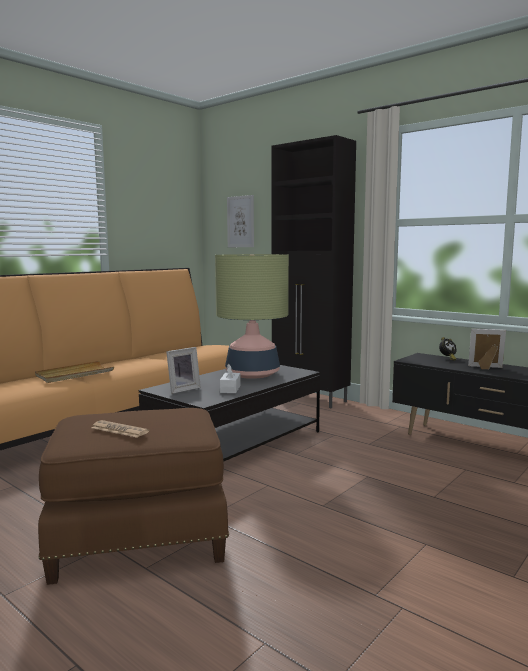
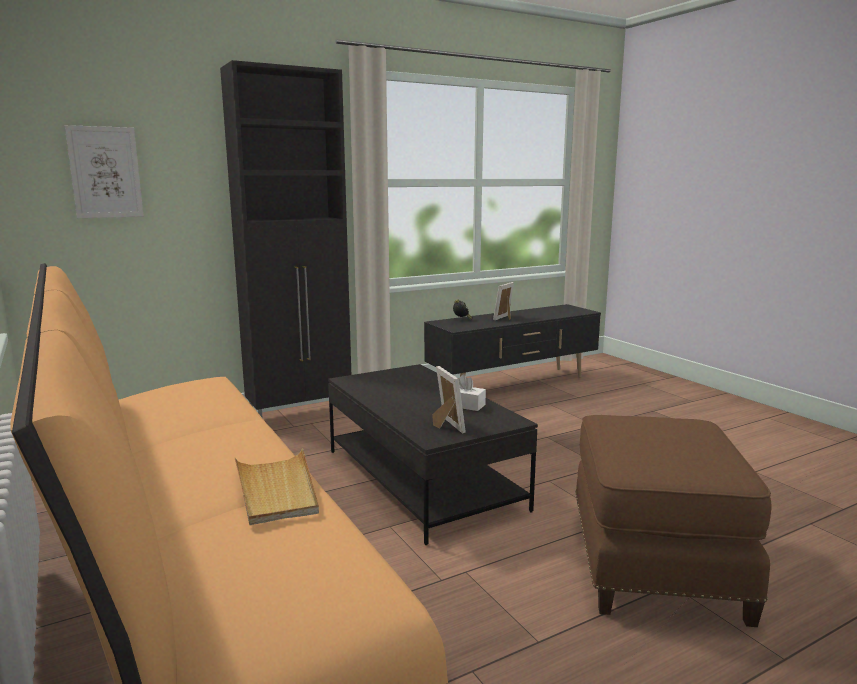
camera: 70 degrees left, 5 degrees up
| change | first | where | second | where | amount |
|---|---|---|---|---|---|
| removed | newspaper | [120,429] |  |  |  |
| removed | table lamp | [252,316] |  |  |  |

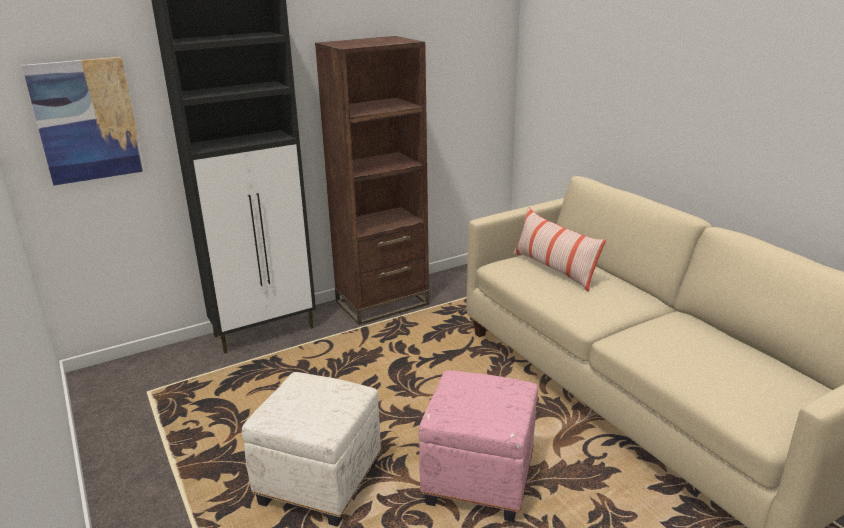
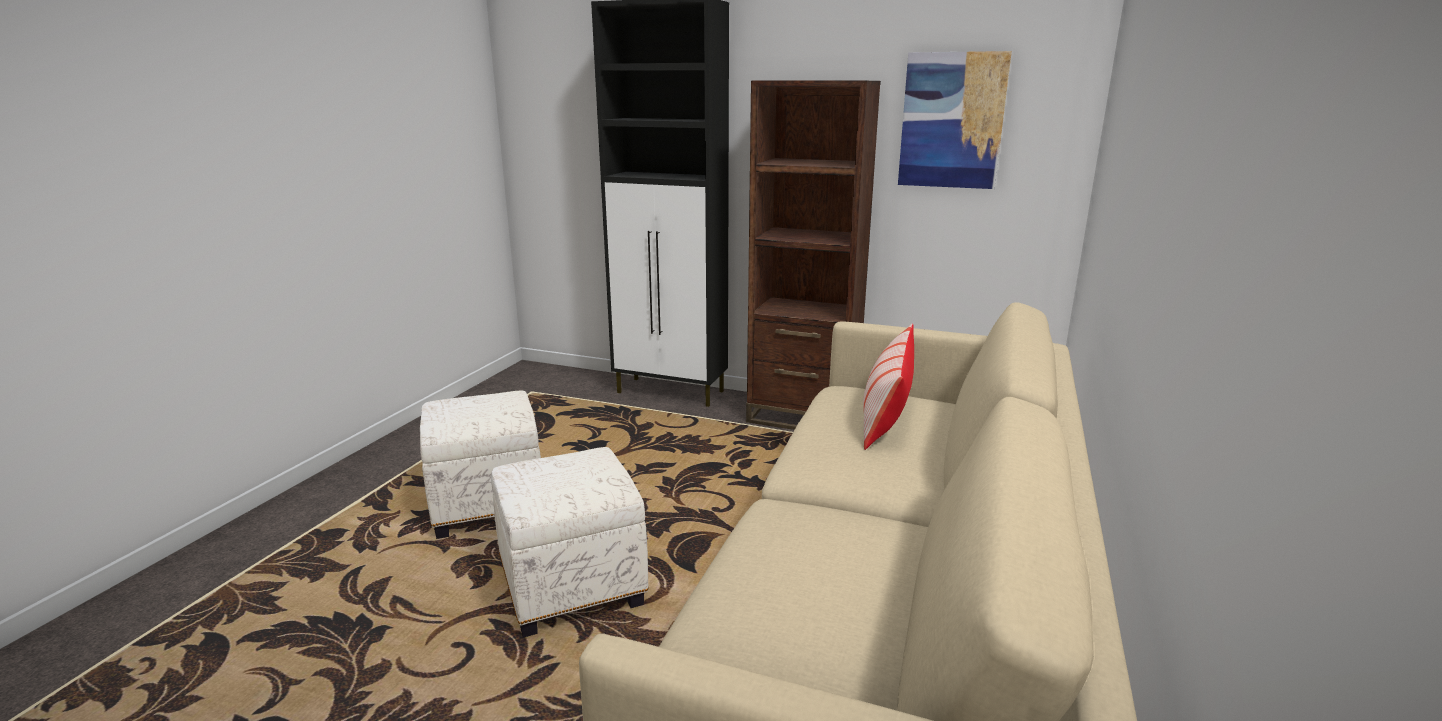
camera: 50 degrees right, 5 degrees down
| change | first | where | second | where | amount |
|---|---|---|---|---|---|
| moved | picture | [83,121] |  | [955,120] |  |
| recoloured | ottoman (pink) | [478,446] | ottoman (white) | [570,542] |  |

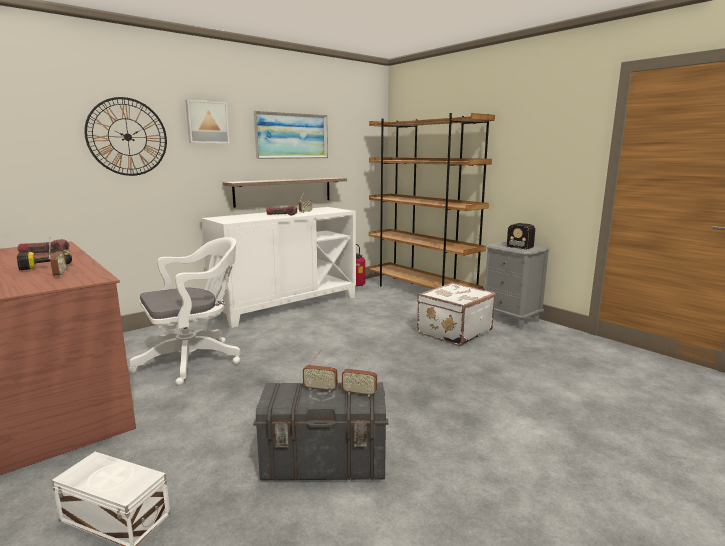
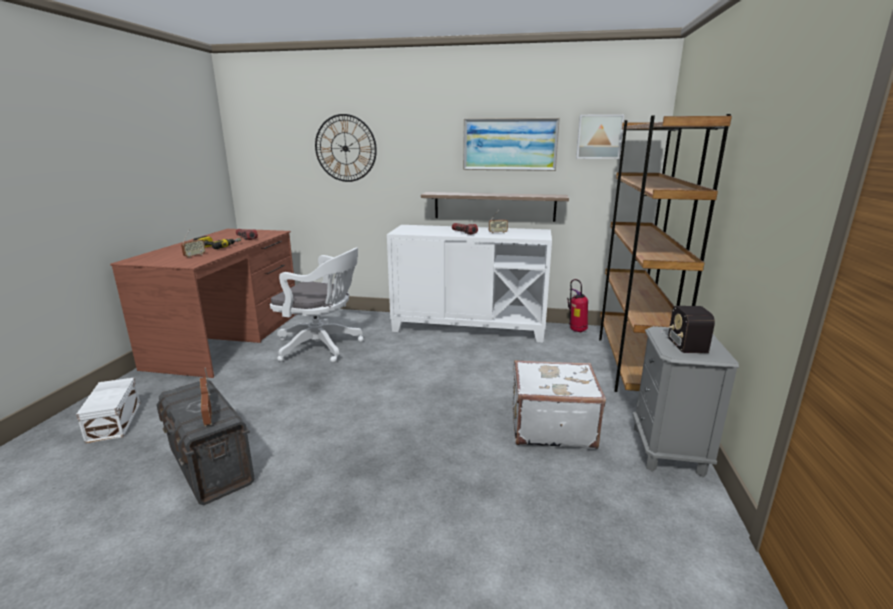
camera: 50 degrees right, 5 degrees up
| change | first | where | second | where | amount |
|---|---|---|---|---|---|
| moved | picture | [207,121] |  | [600,136] |  |

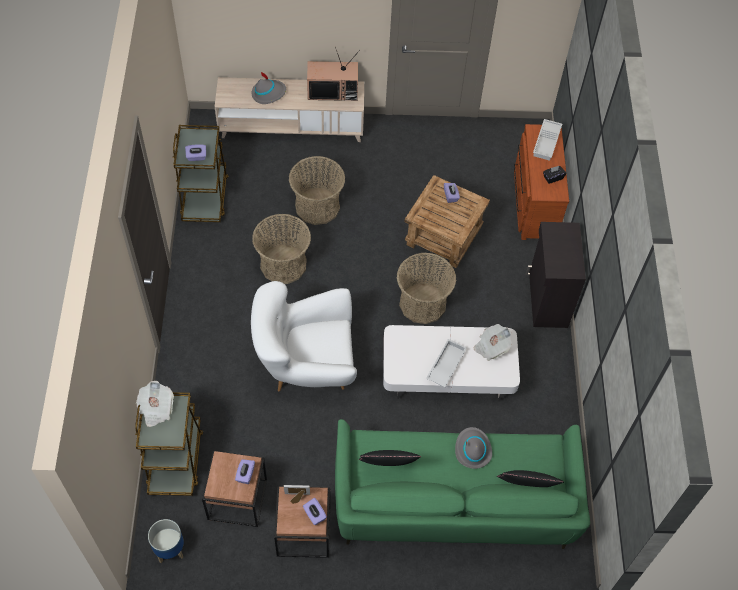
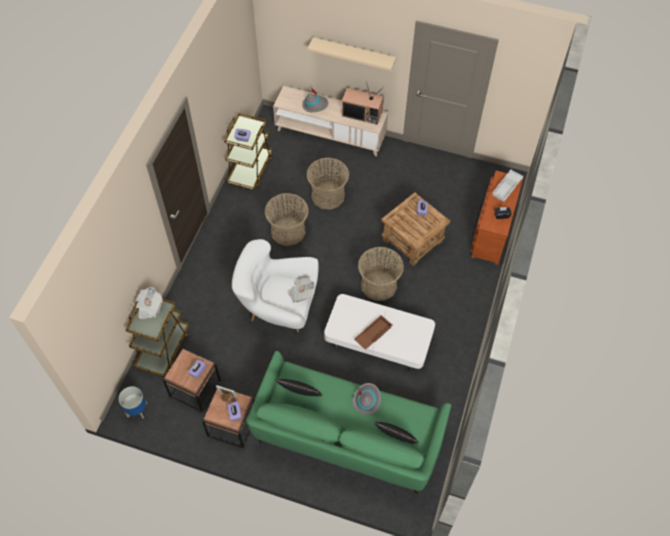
camera: 20 degrees right, 0 degrees up
| change | first | where | second | where | amount |
|---|---|---|---|---|---|
| recoloured | tray (white) | [446,363] | tray (brown) | [373,332] |  |
| moved | newspaper | [493,342] |  | [301,290] |  |
| removed | cabinet (black) | [556,275] |  |  |  |
| added |  |  | shelf (beige) | [351,54] |  |

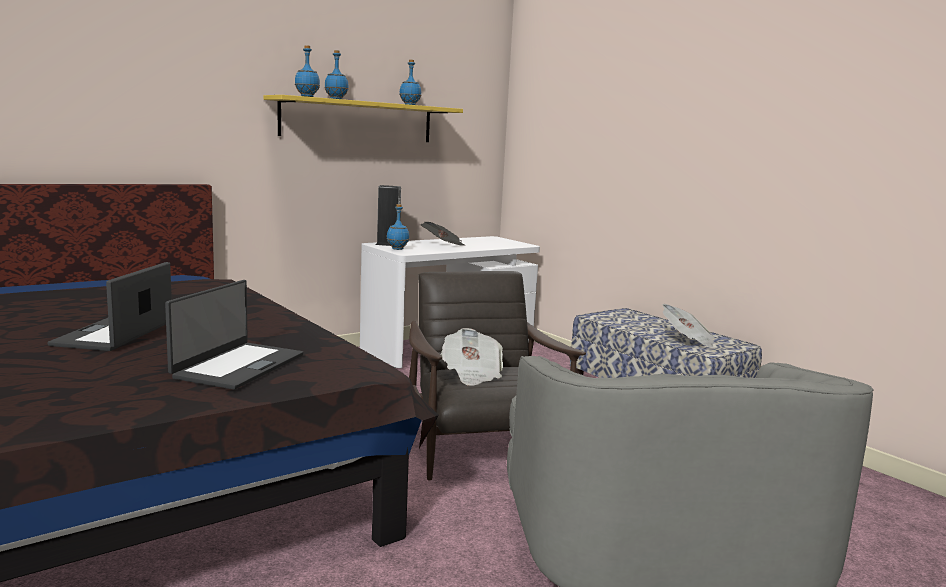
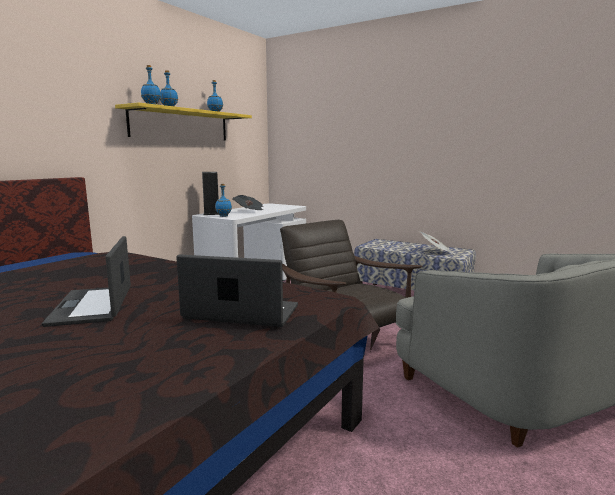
camera: 20 degrees left, 0 degrees up
| change | first | where | second | where | amount |
|---|---|---|---|---|---|
| turned | laptop | [234,335] |  | [237,290] | 75 degrees counterclockwise |
| removed | newspaper | [471,357] |  |  |  |

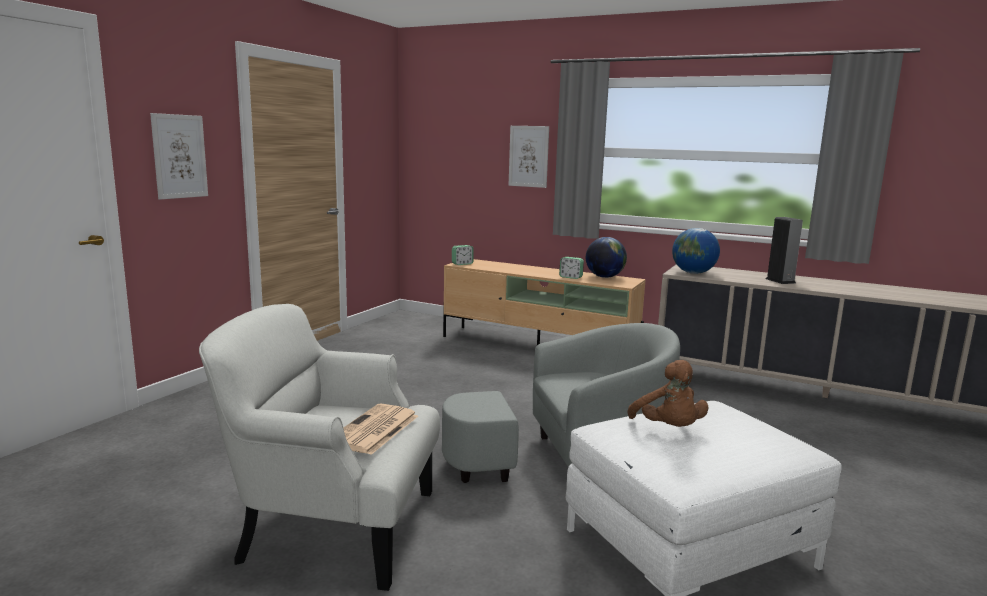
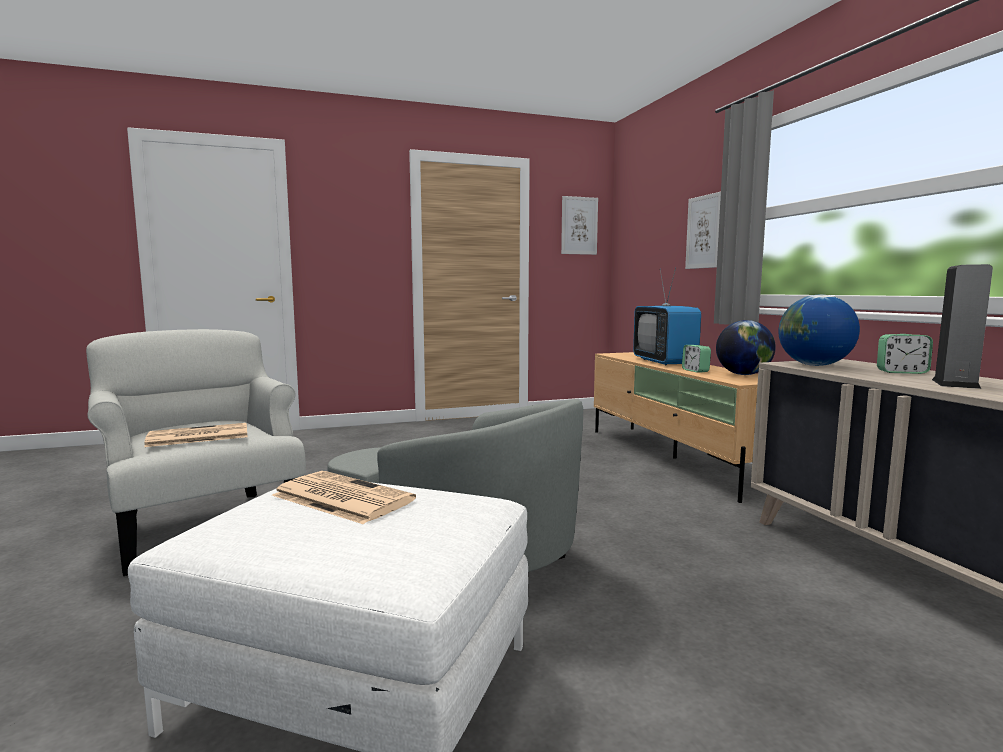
camera: 45 degrees right, 5 degrees down
| change | first | where | second | where | amount |
|---|---|---|---|---|---|
| moved | picture | [179,156] |  | [579,225] |  |
| moved | alarm clock | [463,255] |  | [905,354] |  |
| replaced | plush toy (brown) | [668,393] | newspaper | [344,497] |  |
| added |  |  | television | [667,316] |  |

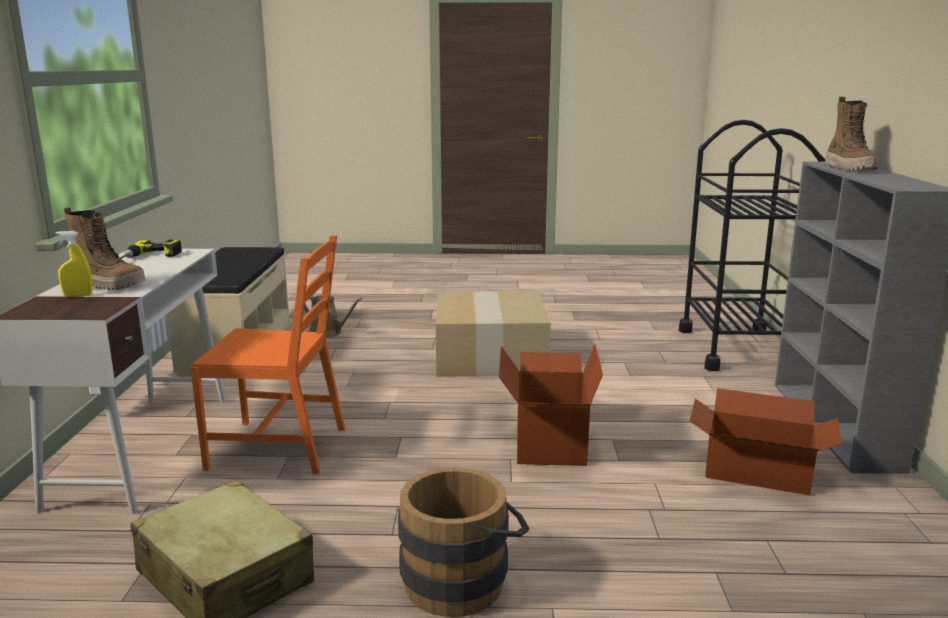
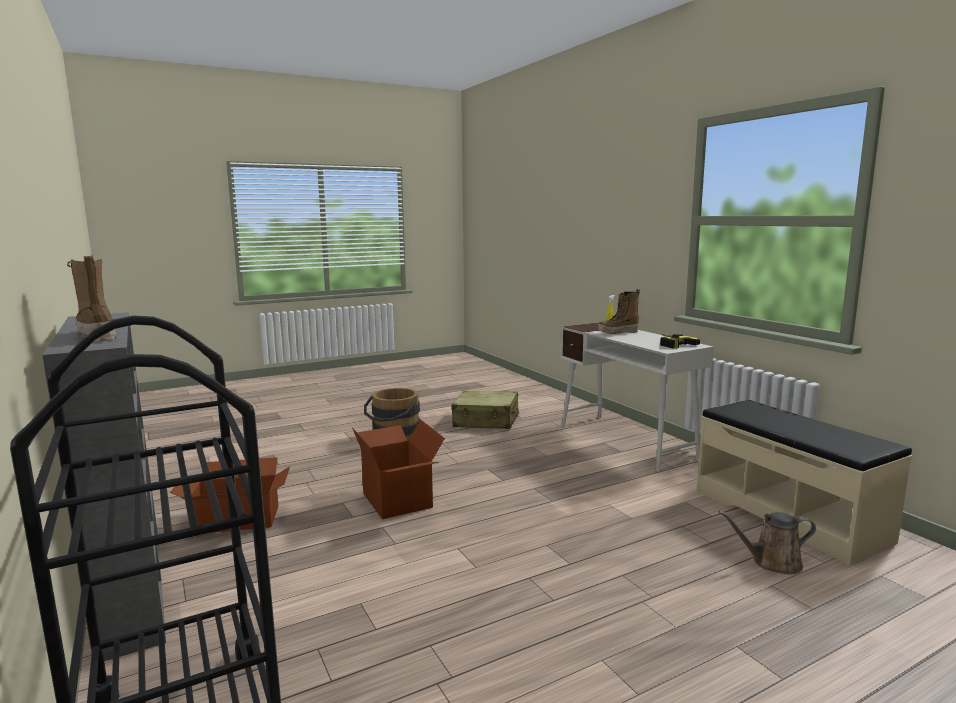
camera: 150 degrees right, 5 degrees down
| change | first | where | second | where | amount |
|---|---|---|---|---|---|
| removed | chair (orange) | [267,355] |  |  |  |
| removed | cardboard box | [493,334] |  |  |  |

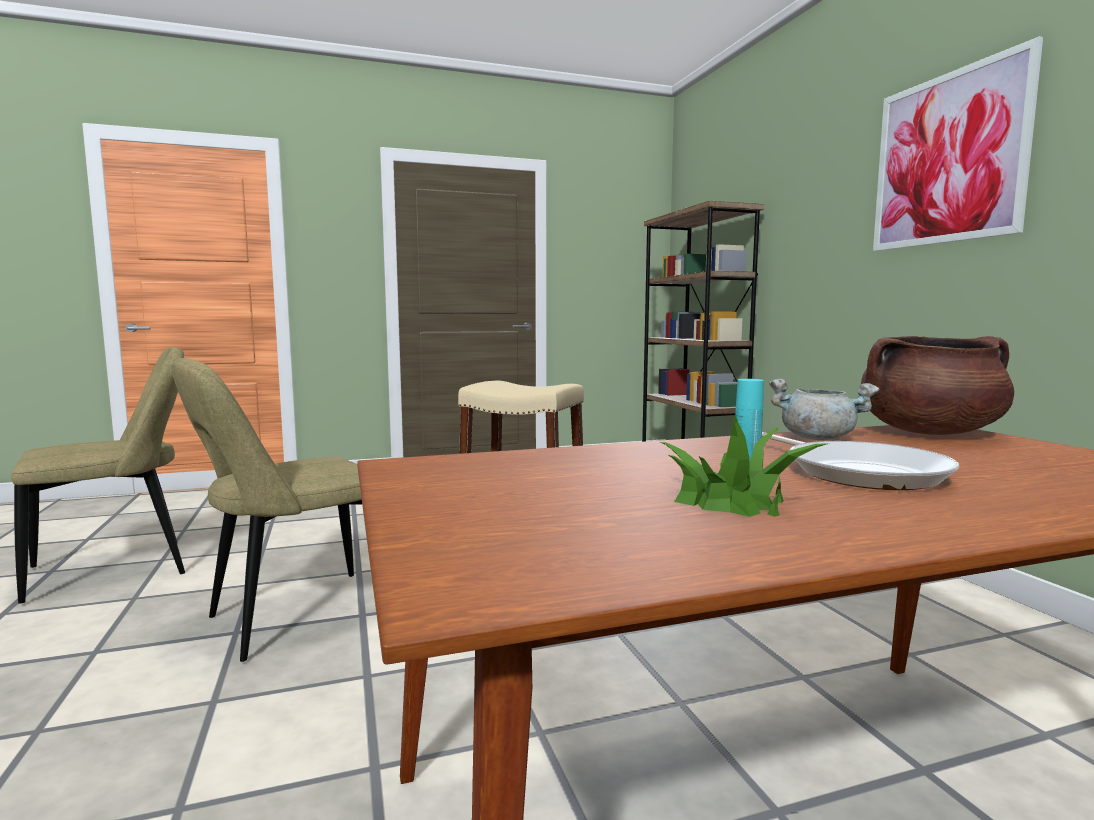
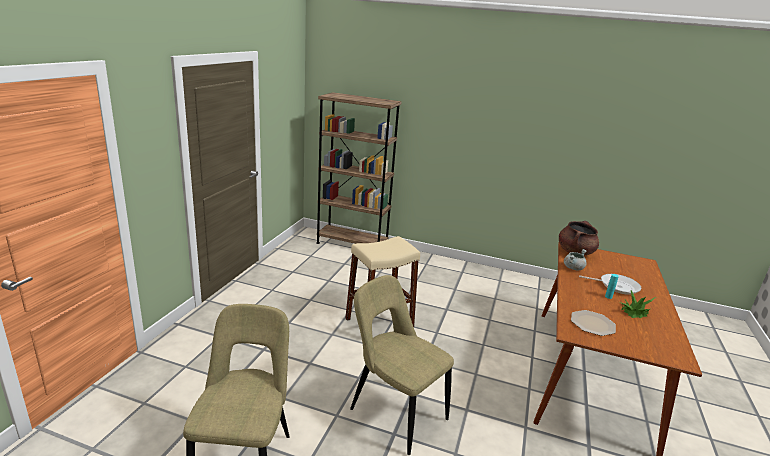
camera: 55 degrees left, 15 degrees up
| change | first | where | second | where | amount |
|---|---|---|---|---|---|
| turned | chair (beige) | [267,510] |  | [402,365] | 135 degrees clockwise |
| removed | picture | [958,143] |  |  |  |
| added |  |  | plate | [593,323] |  |

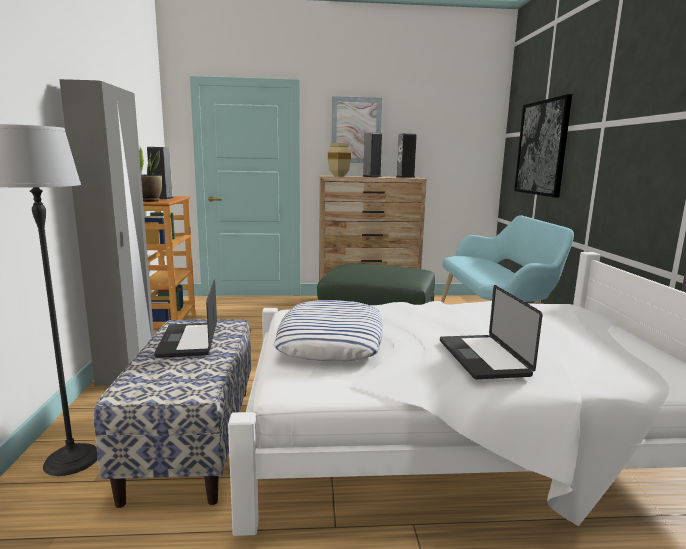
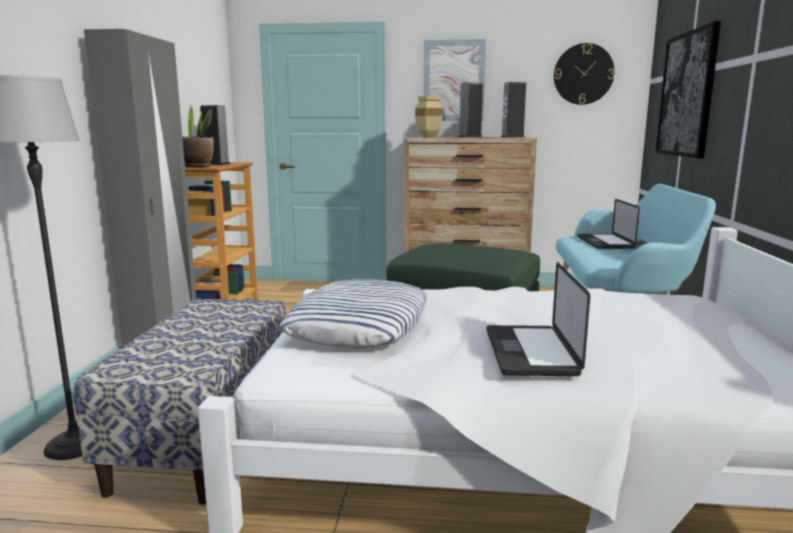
camera: 10 degrees right, 0 degrees up
| change | first | where | second | where | amount |
|---|---|---|---|---|---|
| moved | laptop | [185,319] |  | [608,224] |  |
| added |  |  | wall clock | [584,74] |  |

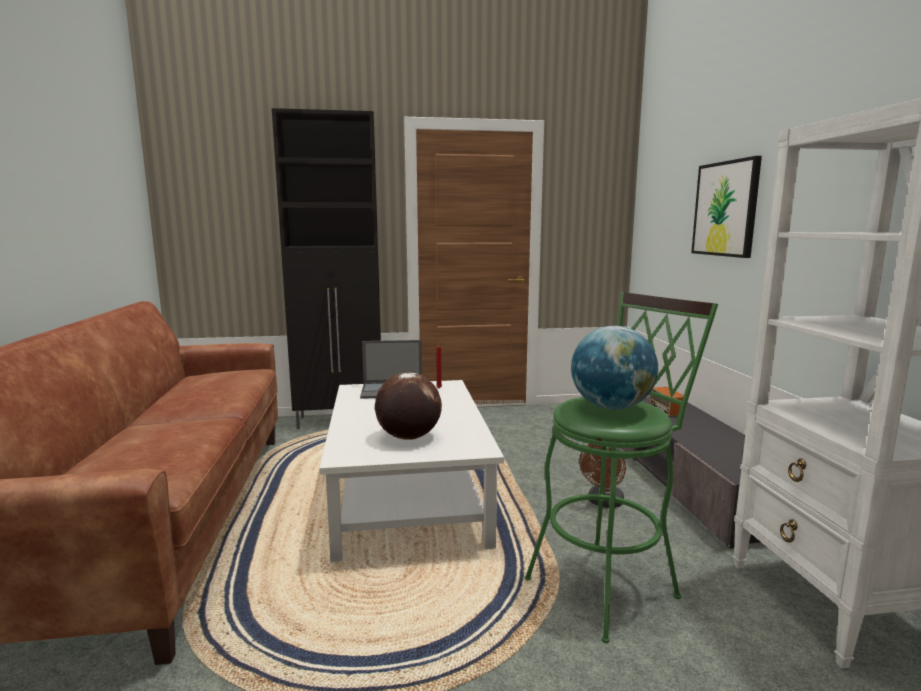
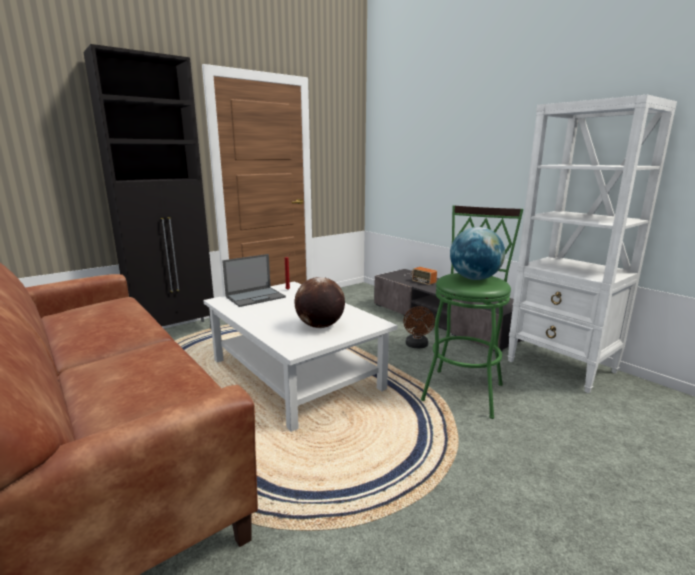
camera: 30 degrees left, 5 degrees up
| change | first | where | second | where | amount |
|---|---|---|---|---|---|
| removed | picture | [726,207] |  |  |  |

